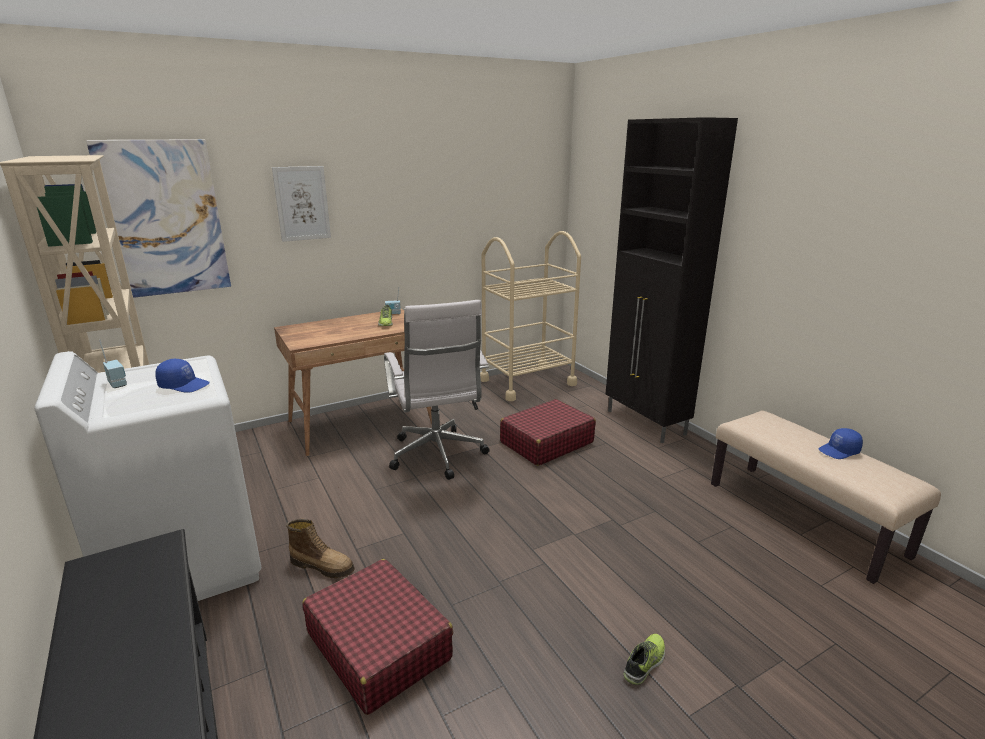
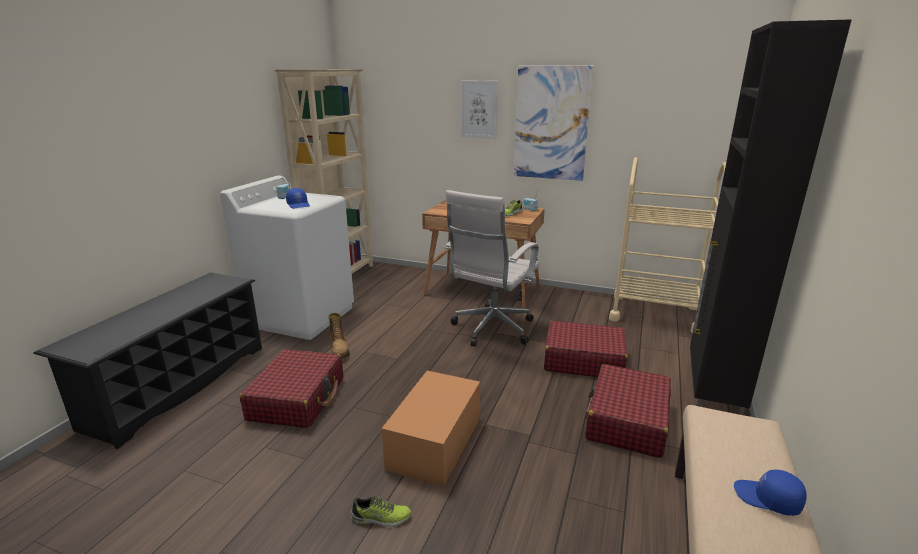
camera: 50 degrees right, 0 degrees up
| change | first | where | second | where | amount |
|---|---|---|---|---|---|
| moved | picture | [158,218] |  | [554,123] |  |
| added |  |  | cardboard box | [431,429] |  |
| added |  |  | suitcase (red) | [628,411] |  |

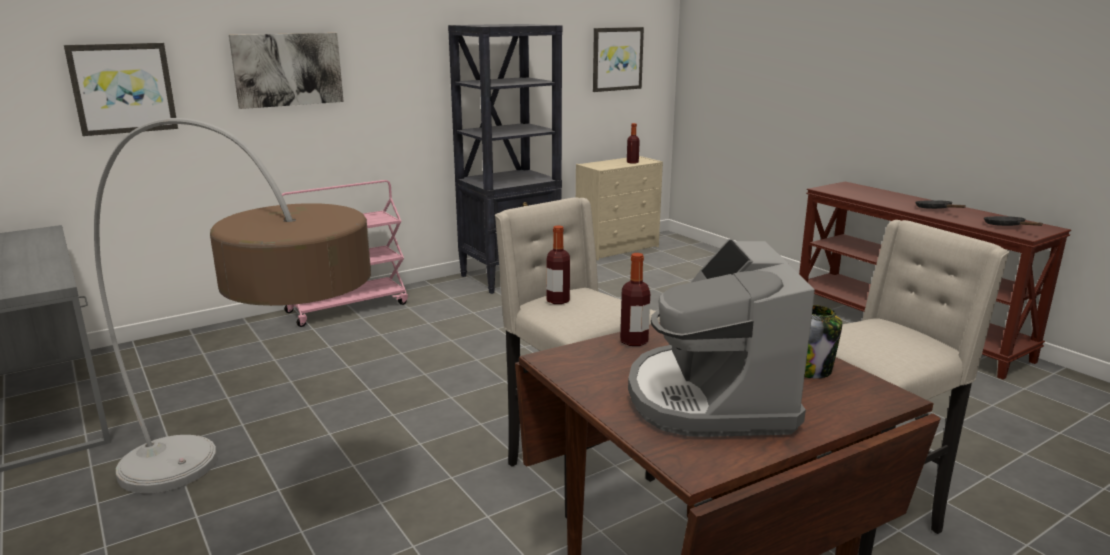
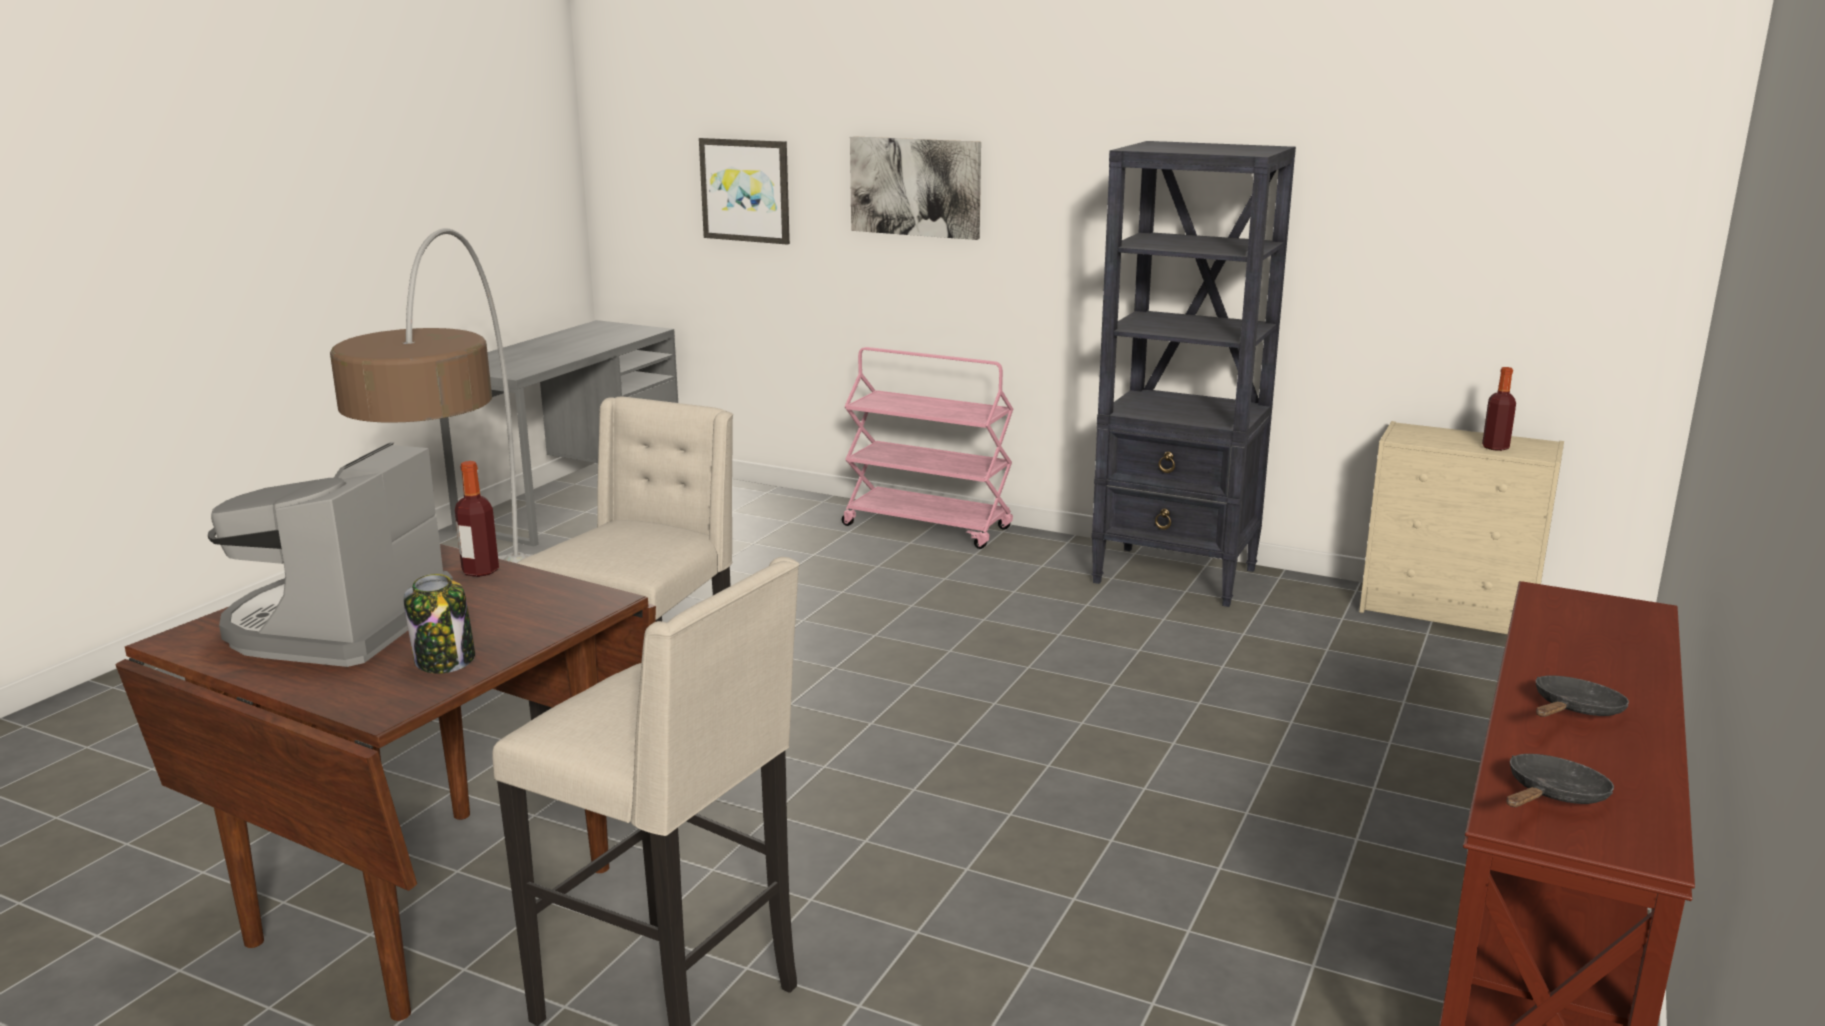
camera: 60 degrees right, 0 degrees up
| change | first | where | second | where | amount |
|---|---|---|---|---|---|
| removed | bottle | [558,265] |  |  |  |
| removed | picture | [618,59] |  |  |  |
| turned | coffee machine | [721,338] |  | [330,554] | 45 degrees counterclockwise |

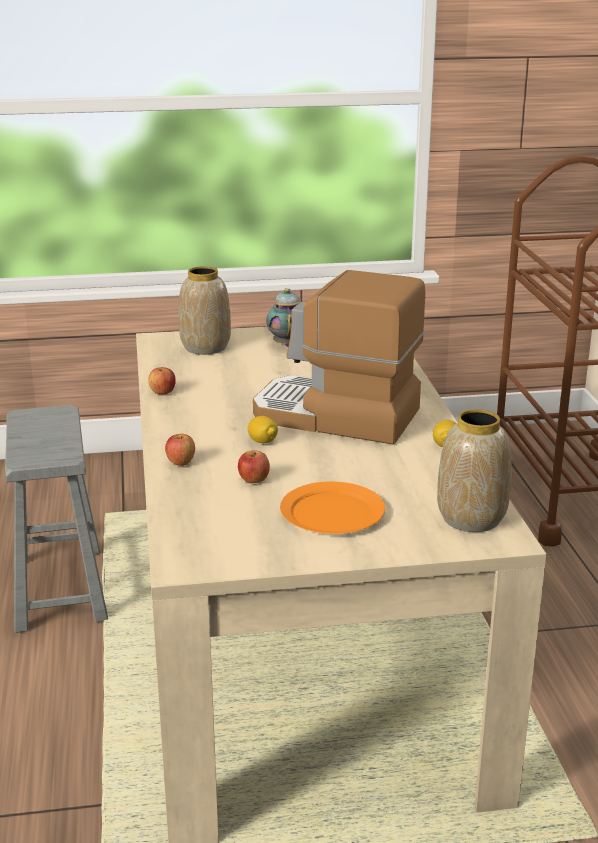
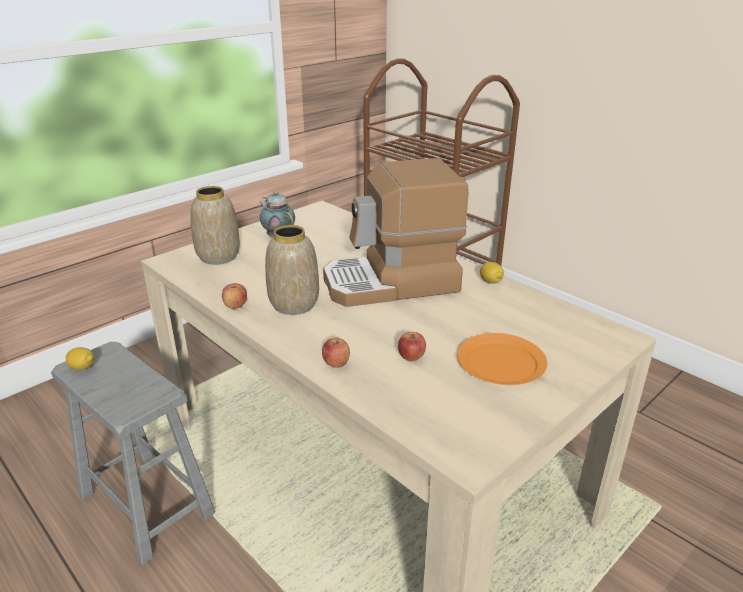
camera: 35 degrees left, 5 degrees up
| change | first | where | second | where | amount |
|---|---|---|---|---|---|
| moved | lemon | [262,429] |  | [80,358] |  |
| moved | vase | [474,470] |  | [292,270] |  |

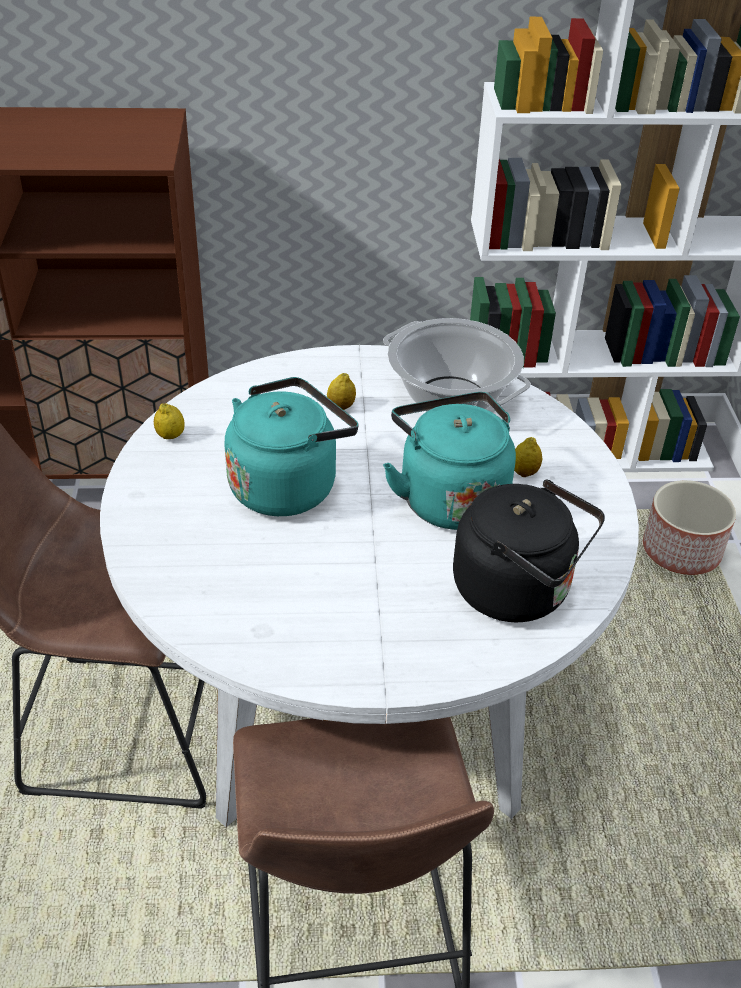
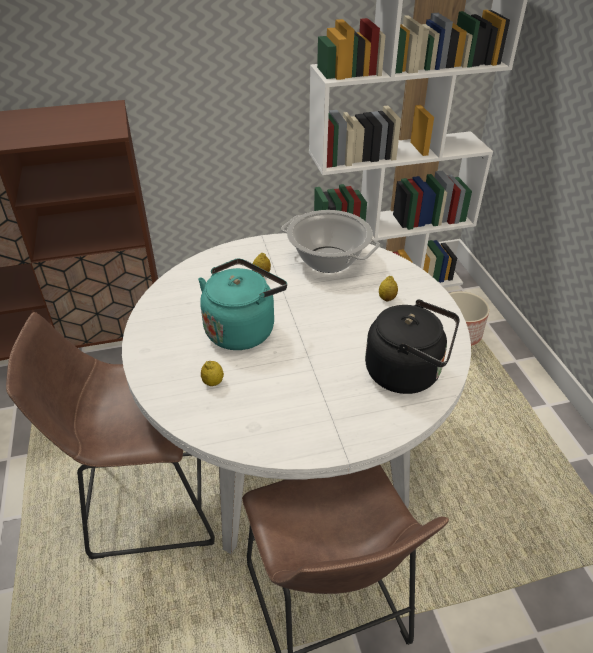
camera: 10 degrees left, 0 degrees up
| change | first | where | second | where | amount |
|---|---|---|---|---|---|
| moved | lemon | [169,421] |  | [212,373] |  |
| removed | kettle (turquoise) | [449,461] |  |  |  |

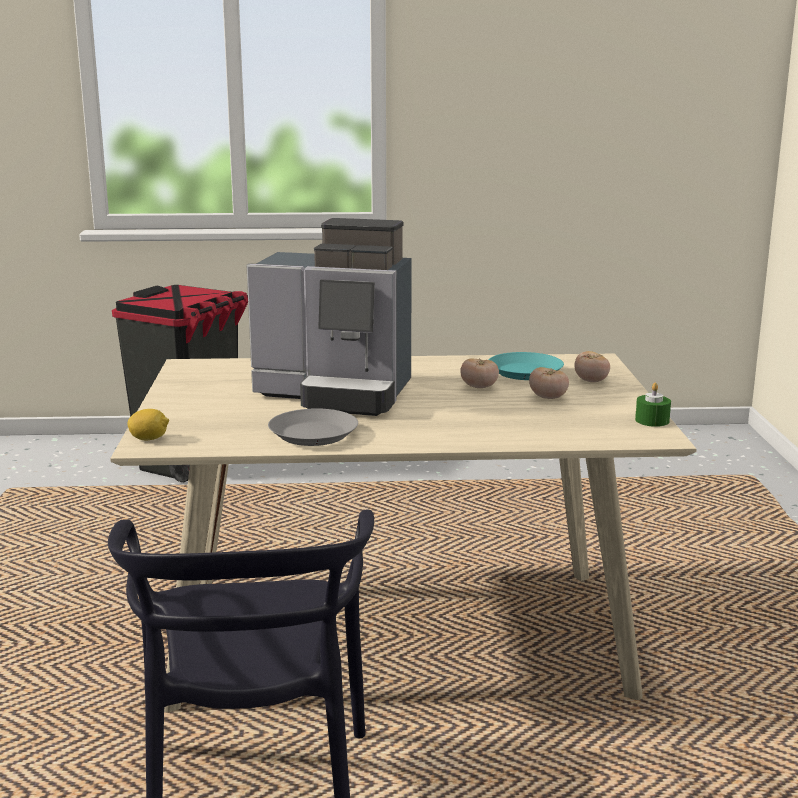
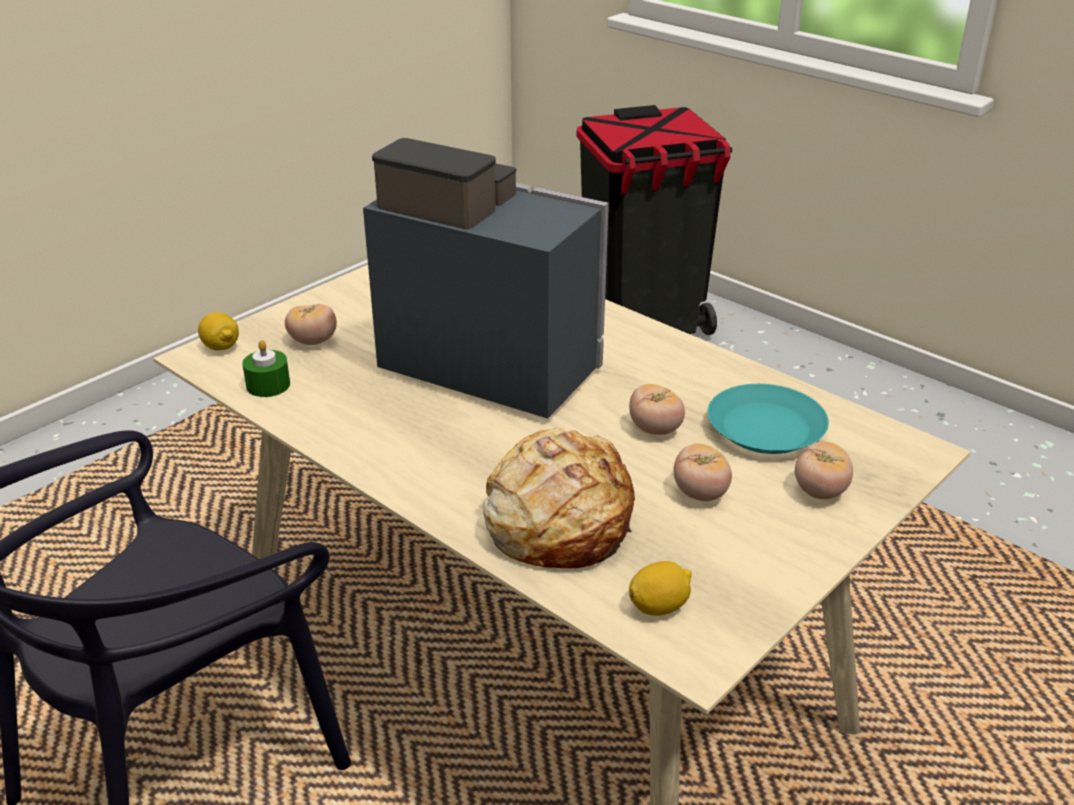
camera: 45 degrees right, 15 degrees up
| change | first | where | second | where | amount |
|---|---|---|---|---|---|
| turned | coffee machine | [329,317] |  | [486,278] | 150 degrees clockwise |
| removed | plate (grey) | [313,427] |  |  |  |
| moved | candle (green) | [653,405] |  | [266,368] |  |
| added |  |  | tomato | [311,324] |  |
| added |  |  | bread | [559,497] |  |
| added |  |  | lemon | [660,588] |  |

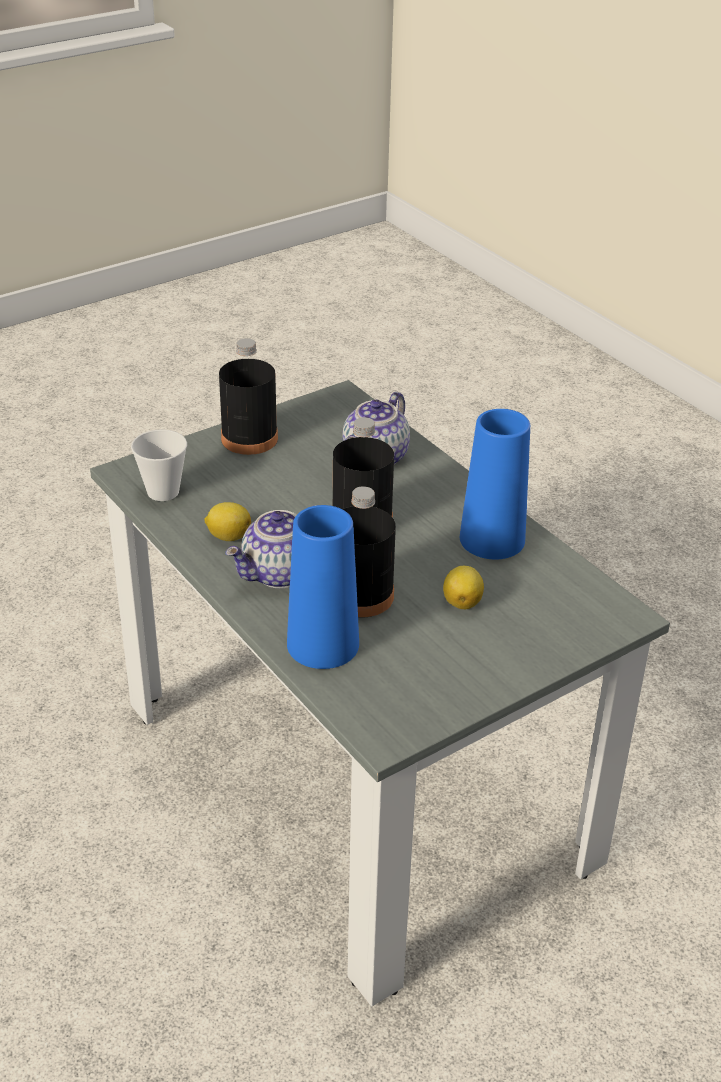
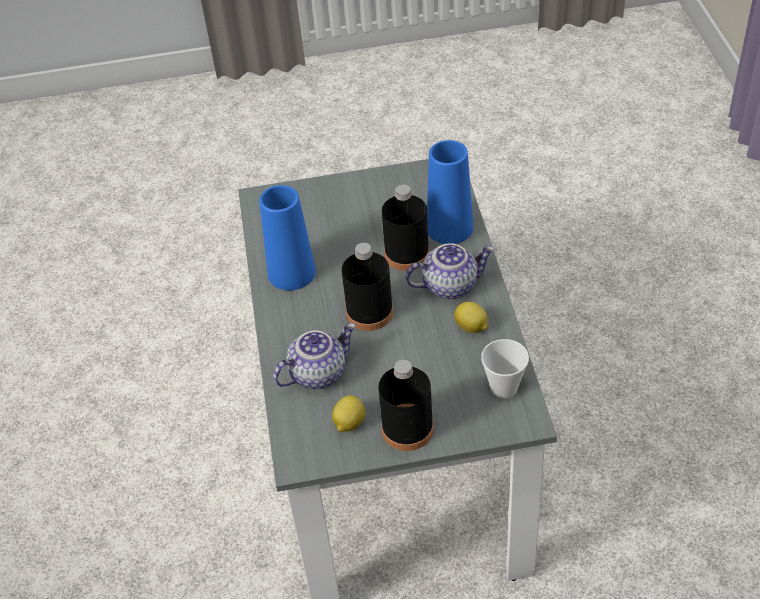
camera: 150 degrees left, 10 degrees up
| change | first | where | second | where | amount |
|---|---|---|---|---|---|
| moved | lemon | [463,587] |  | [348,413] |  |

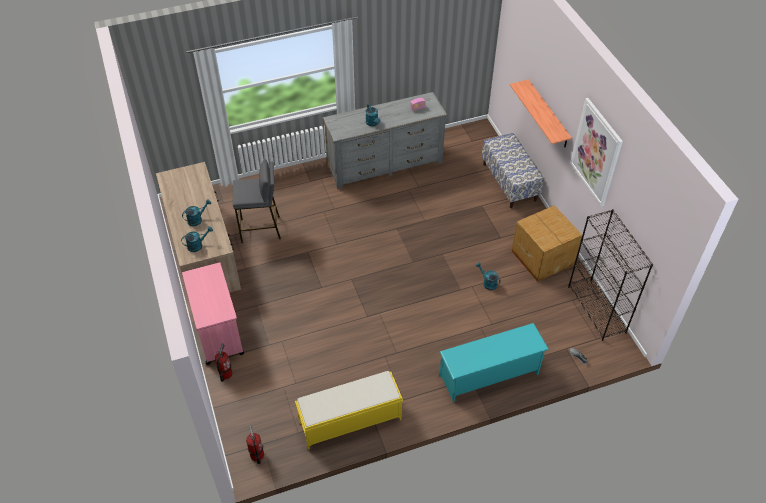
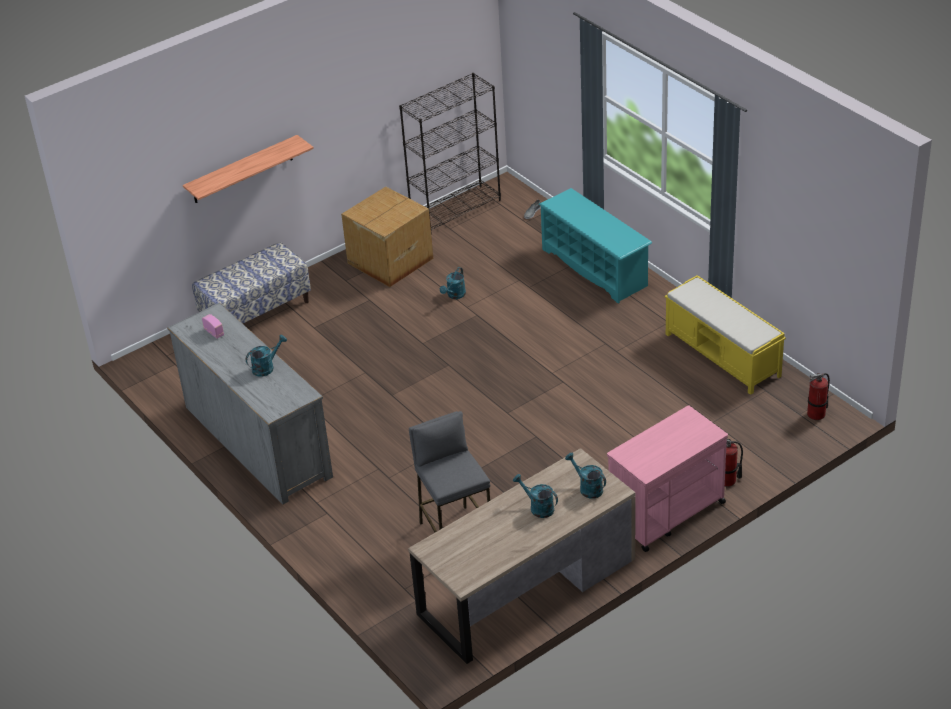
camera: 105 degrees left, 10 degrees down
| change | first | where | second | where | amount |
|---|---|---|---|---|---|
| removed | picture | [596,152] |  |  |  |

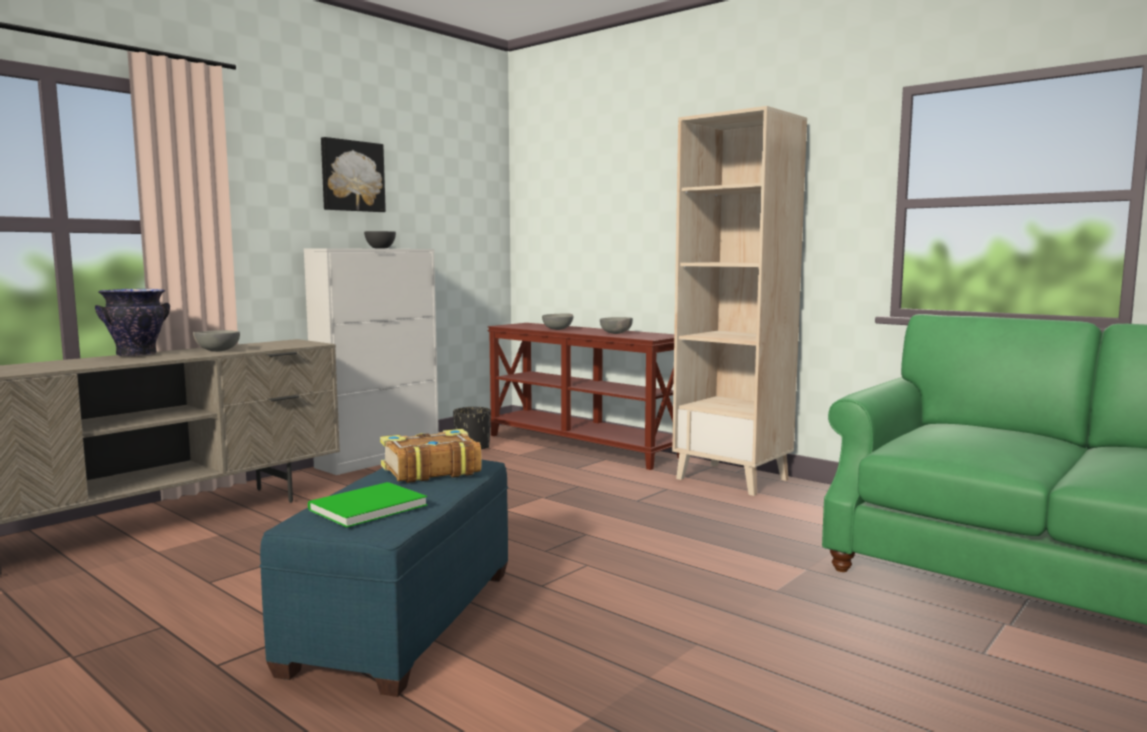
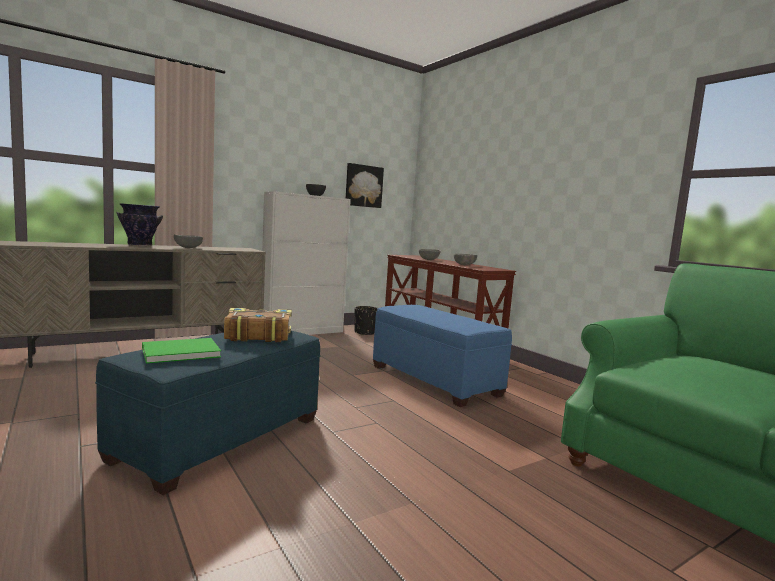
camera: 15 degrees right, 0 degrees up
| change | first | where | second | where | amount |
|---|---|---|---|---|---|
| moved | picture | [353,174] |  | [365,185] |  |
| removed | bookcase (beige) | [739,301] |  |  |  |
| added |  |  | ottoman (blue) | [442,356] |  |

